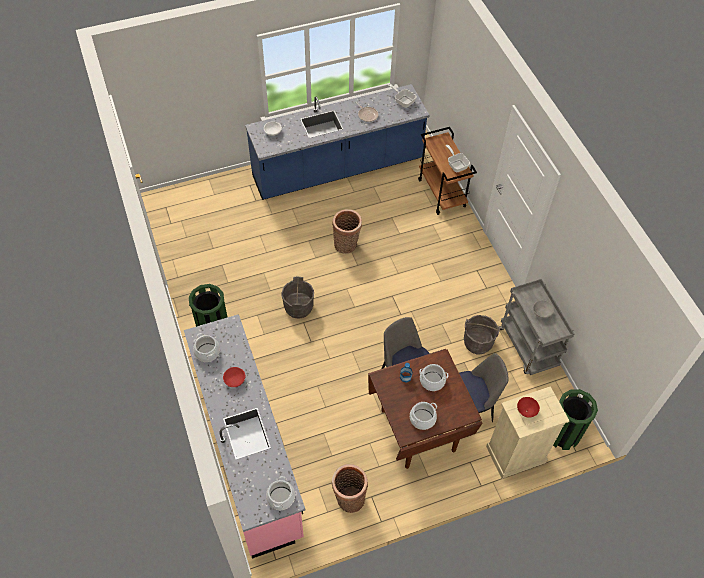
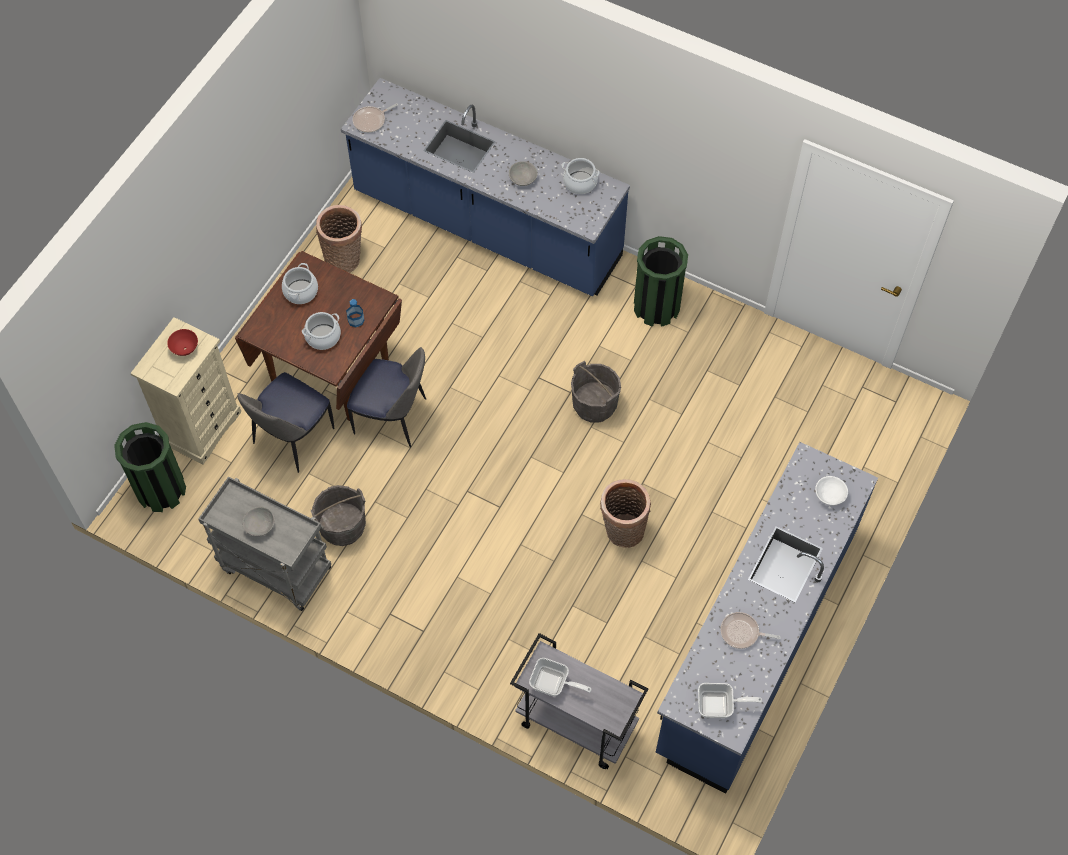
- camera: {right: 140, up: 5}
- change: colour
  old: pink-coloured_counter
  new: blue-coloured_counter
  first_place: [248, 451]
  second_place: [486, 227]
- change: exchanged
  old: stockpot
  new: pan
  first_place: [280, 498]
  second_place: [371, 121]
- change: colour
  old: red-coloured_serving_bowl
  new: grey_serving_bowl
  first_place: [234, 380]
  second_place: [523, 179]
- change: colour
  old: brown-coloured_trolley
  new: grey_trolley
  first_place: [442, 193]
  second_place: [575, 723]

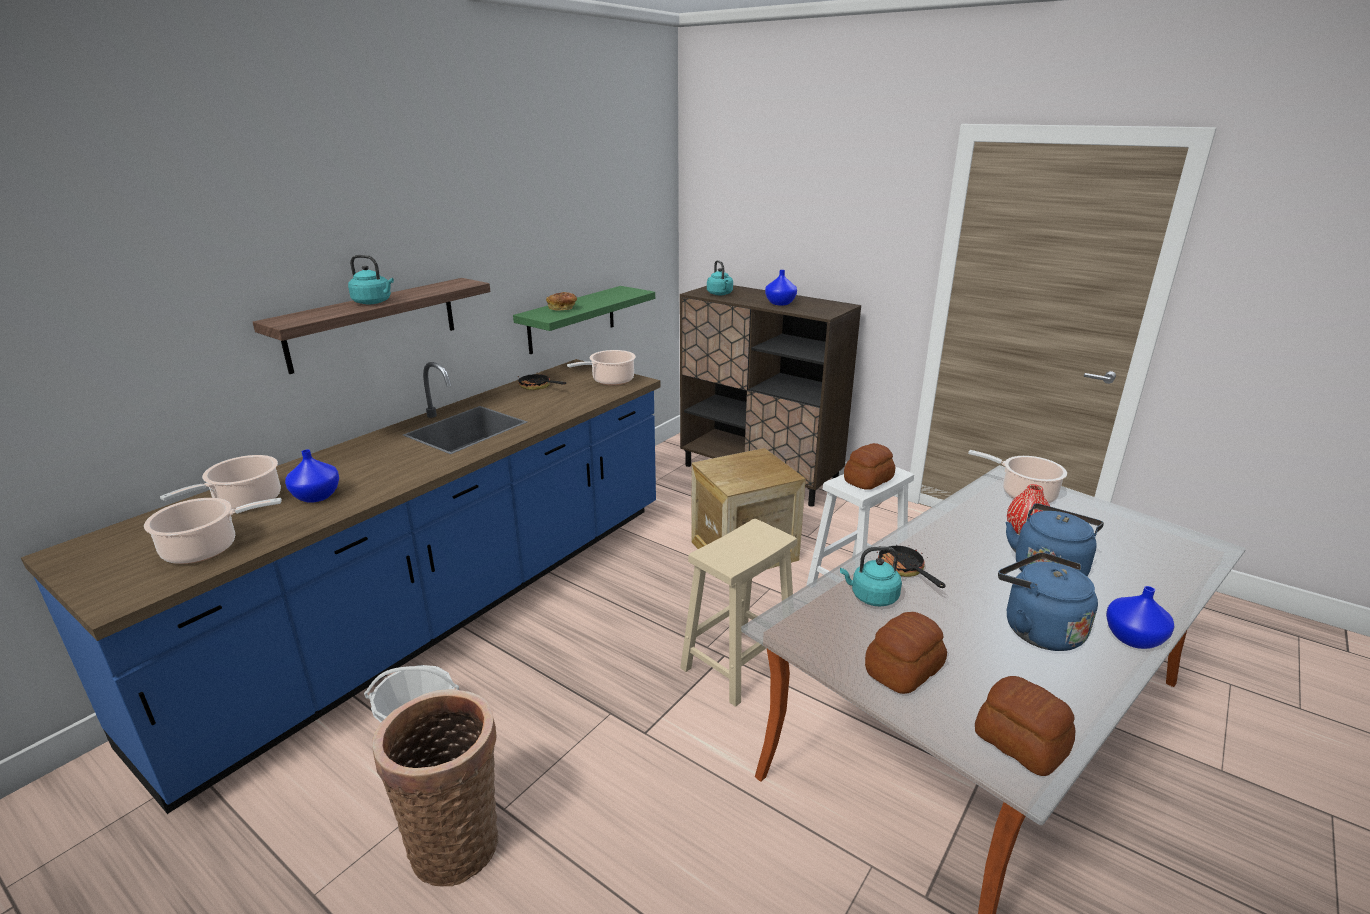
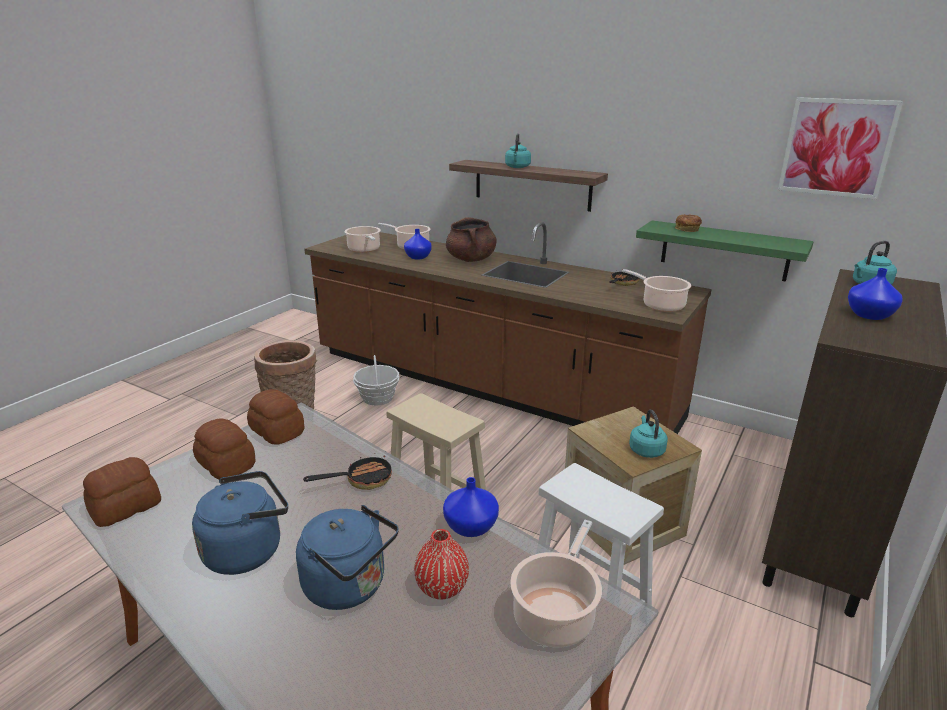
- camera: {right: 85, up: 0}
- change: relocated
  old: bakery_bread
  first_place: [867, 480]
  second_place: [277, 431]
- change: colour
  old: blue-coloured_counter
  new: brown-coloured_counter
  first_place: [445, 608]
  second_place: [488, 385]
- change: relocated
  old: blue-coloured_vase
  first_place: [1133, 639]
  second_place: [469, 526]
- change: appeared
  new: brown-coloured_stockpot
  second_place: [471, 259]
- change: relocated
  old: turquoise_tea_kettle
  first_place: [871, 597]
  second_place: [646, 450]
- change: appeared
  new: picture
  second_place: [836, 147]

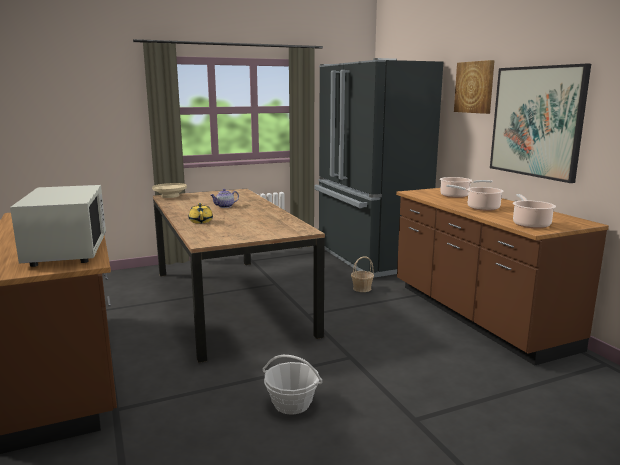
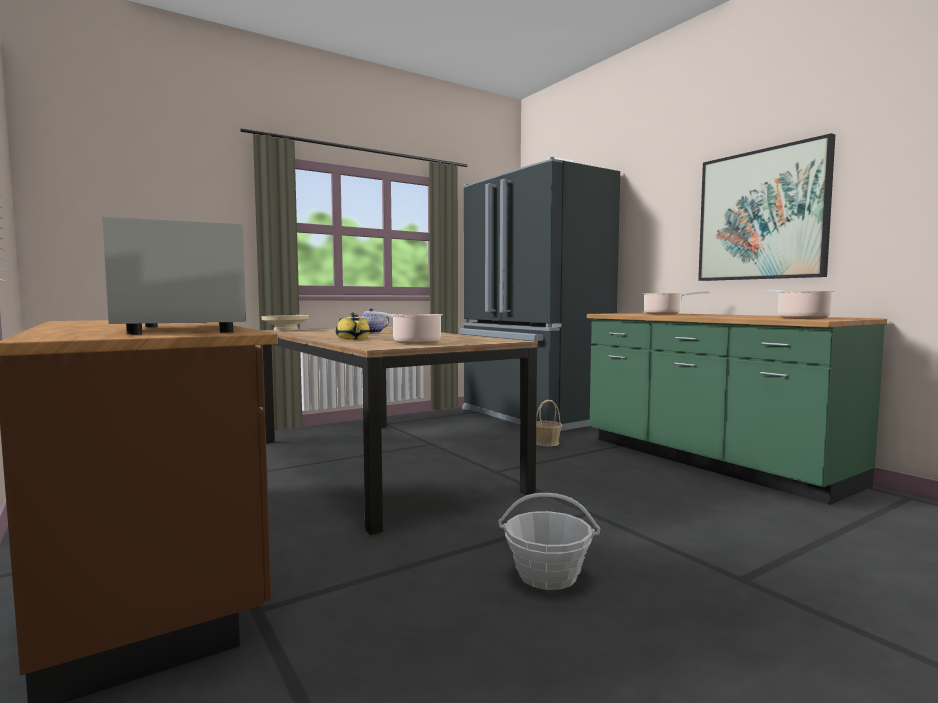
- camera: {right: -10, up: -10}
- change: relocated
  old: stockpot
  first_place: [480, 208]
  second_place: [413, 342]
- change: colour
  old: brown-coloured_counter
  new: green_counter
  first_place: [477, 316]
  second_place: [710, 461]
- change: missing
  old: picture
  first_place: [474, 87]

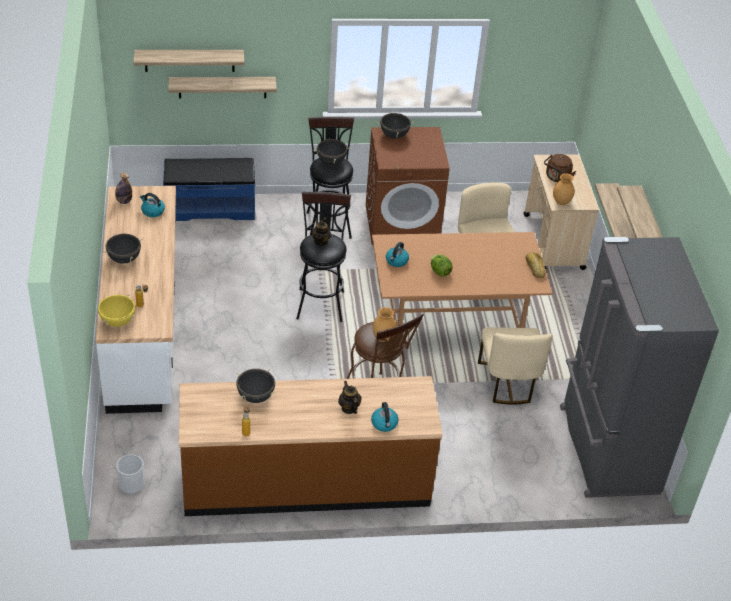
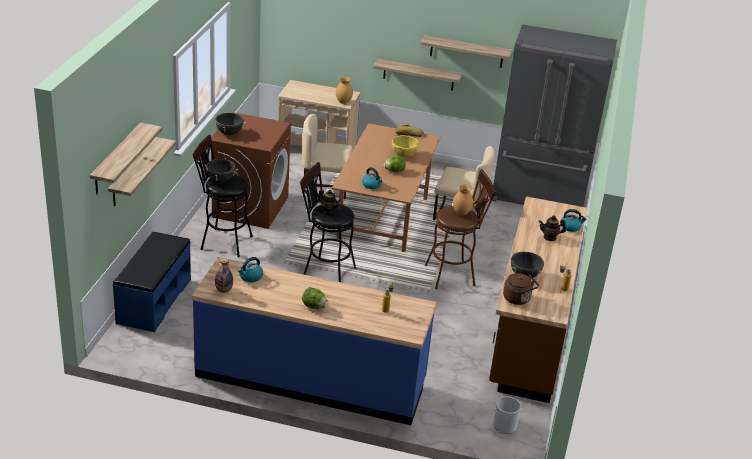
- camera: {right: -70, up: -10}
- change: colour
  old: whitish_counter
  new: blue-coloured_counter
  first_place: [144, 331]
  second_place: [311, 379]
- change: exchanged
  old: black_stockpot
  new: lettuce_head
  first_place: [124, 259]
  second_place: [314, 307]
- change: relocated
  old: yellowish_stockpot
  first_place: [118, 321]
  second_place: [404, 155]
- change: relocated
  old: brown-coloured_tea_kettle
  first_place: [557, 178]
  second_place: [518, 299]

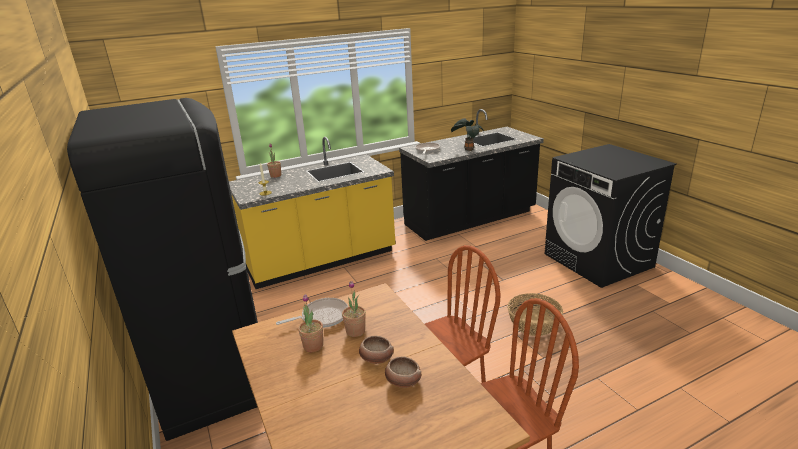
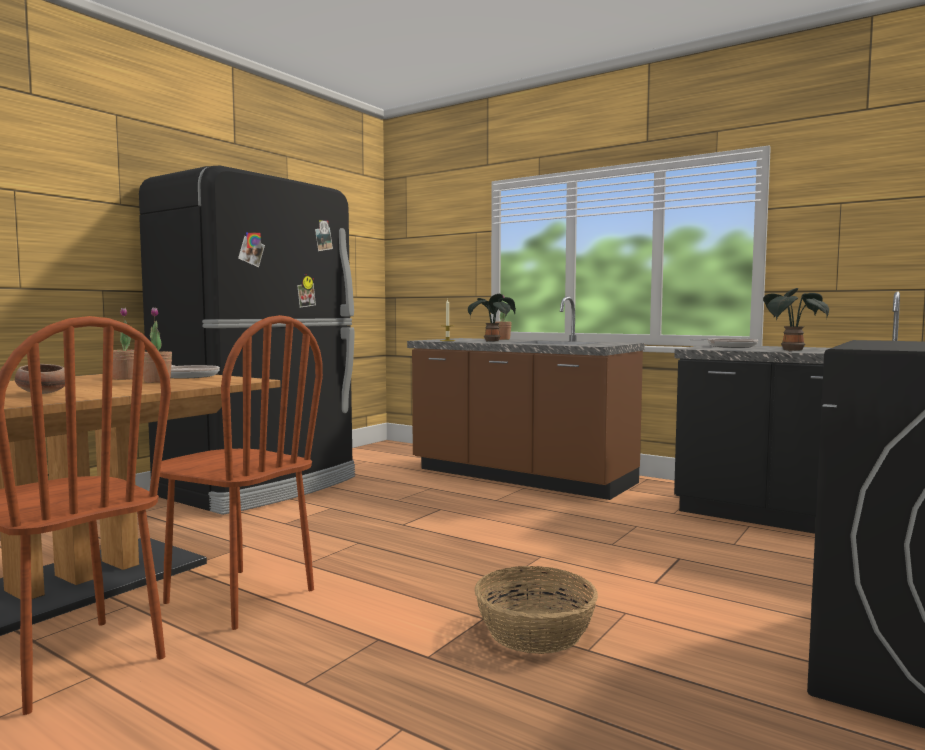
- camera: {right: 60, up: -20}
- change: colour
  old: yellowish_counter
  new: brown-coloured_counter
  first_place: [321, 261]
  second_place: [520, 477]
- change: appeared
  new: potted_plant
  second_place: [492, 341]
- change: missing
  old: serving_bowl
  first_place: [376, 359]

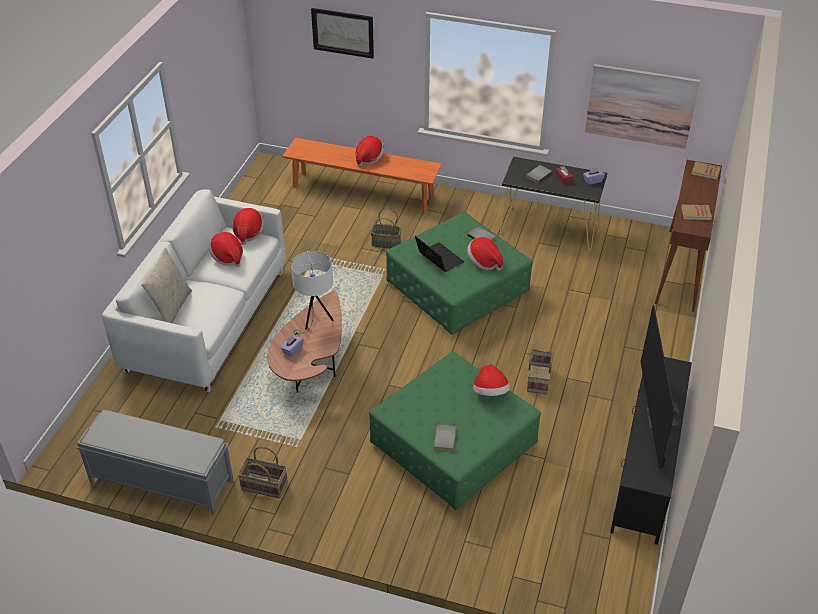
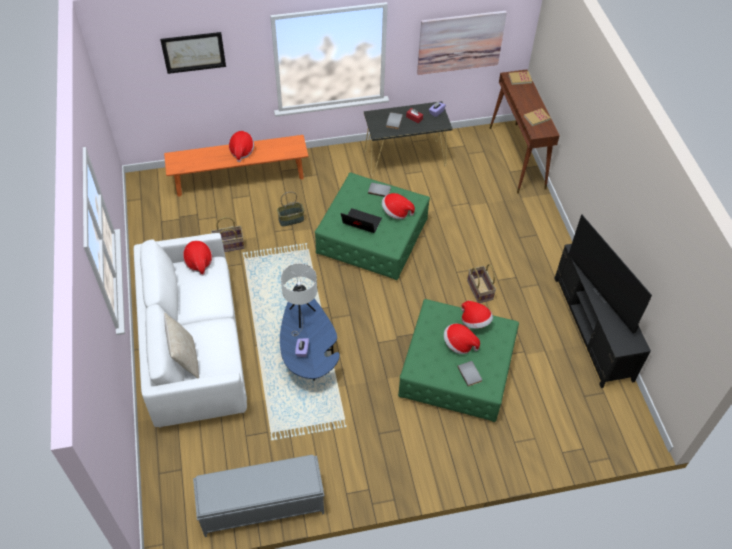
- camera: {right: -30, up: 10}
- change: relocated
  old: basket
  first_place: [263, 486]
  second_place: [228, 245]
- change: colour
  old: brown-coloured_lounge_table
  new: blue-coloured_lounge_table
  first_place: [311, 365]
  second_place: [308, 352]
- change: relocated
  old: wearable_hat
  first_place: [227, 257]
  second_place: [459, 344]

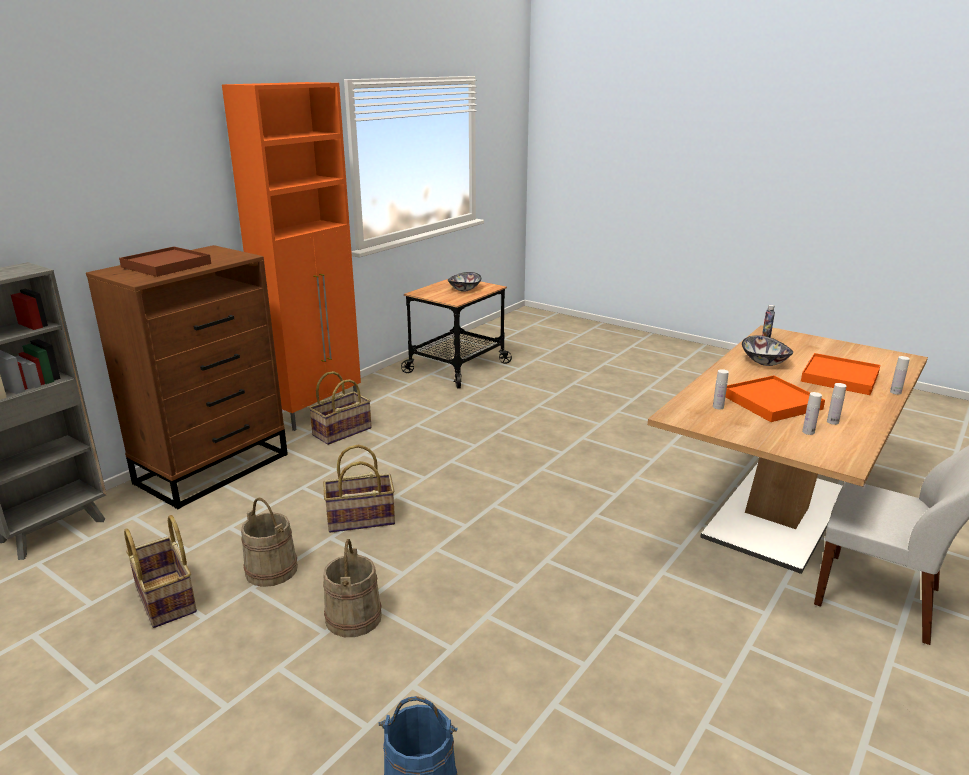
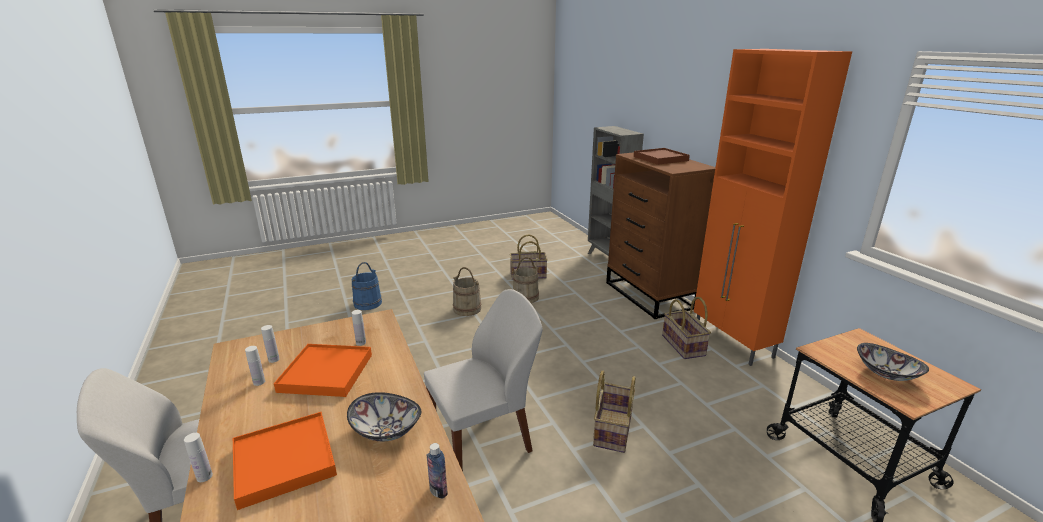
- camera: {right: 120, up: 0}
- change: appeared
  new: whitish_chair
  second_place: [483, 439]
- change: relocated
  old: basket
  first_place: [360, 520]
  second_place: [611, 429]

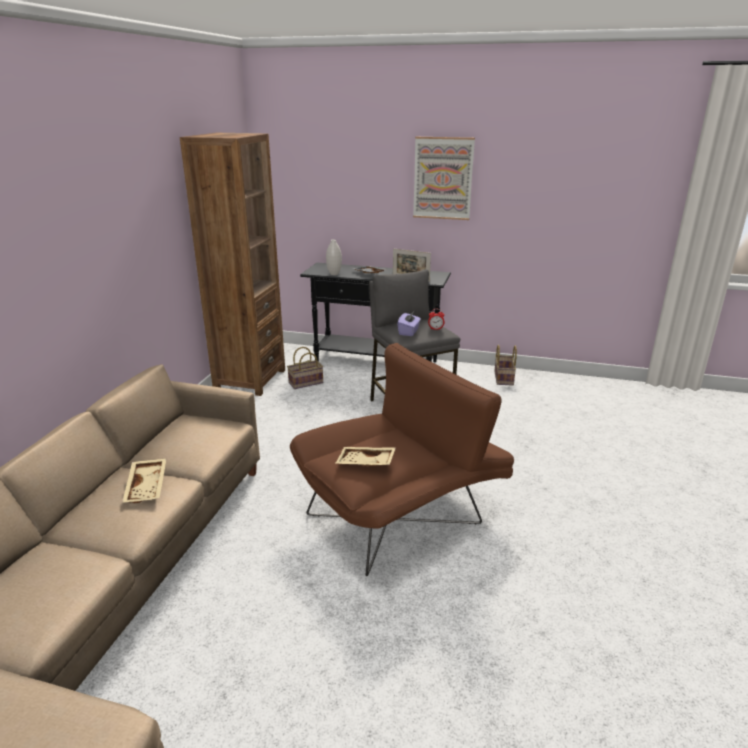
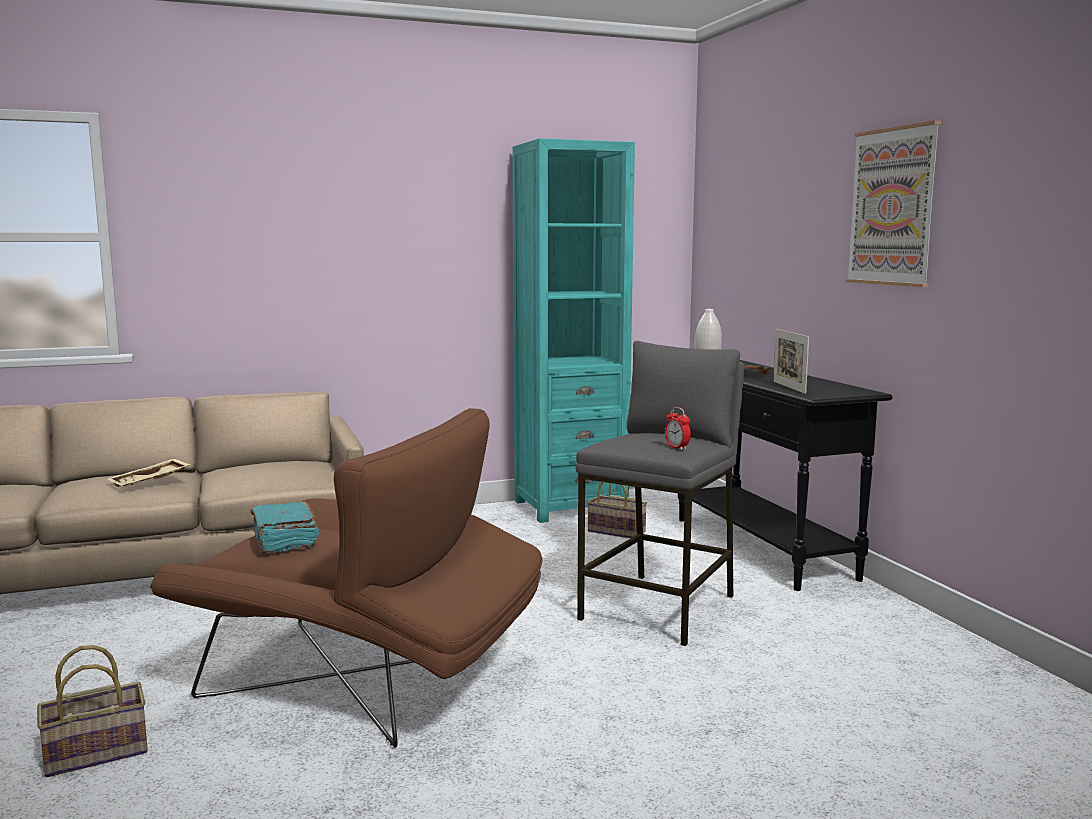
- camera: {right: 55, up: -15}
- change: relocated
  old: basket
  first_place: [503, 378]
  second_place: [99, 751]
- change: exchanged
  old: beige_serving_tray
  new: turquoise_bound_book
  first_place: [365, 463]
  second_place: [284, 541]
- change: colour
  old: brown-coloured_shelving_unit
  new: turquoise_shelving_unit
  first_place: [250, 379]
  second_place: [570, 507]
- change: missing
  old: purple_tissue_holder
  first_place: [409, 332]

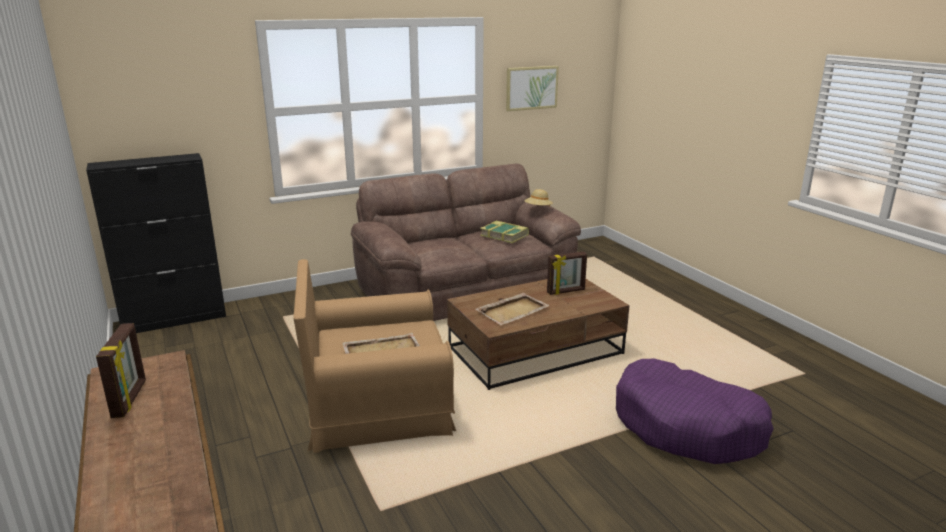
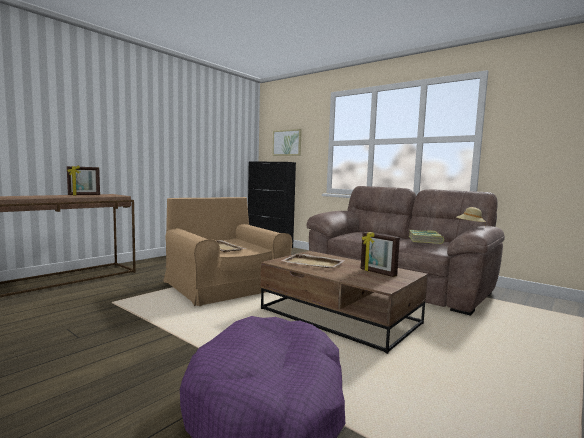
- camera: {right: 65, up: -15}
- change: relocated
  old: picture
  first_place: [531, 88]
  second_place: [287, 142]

